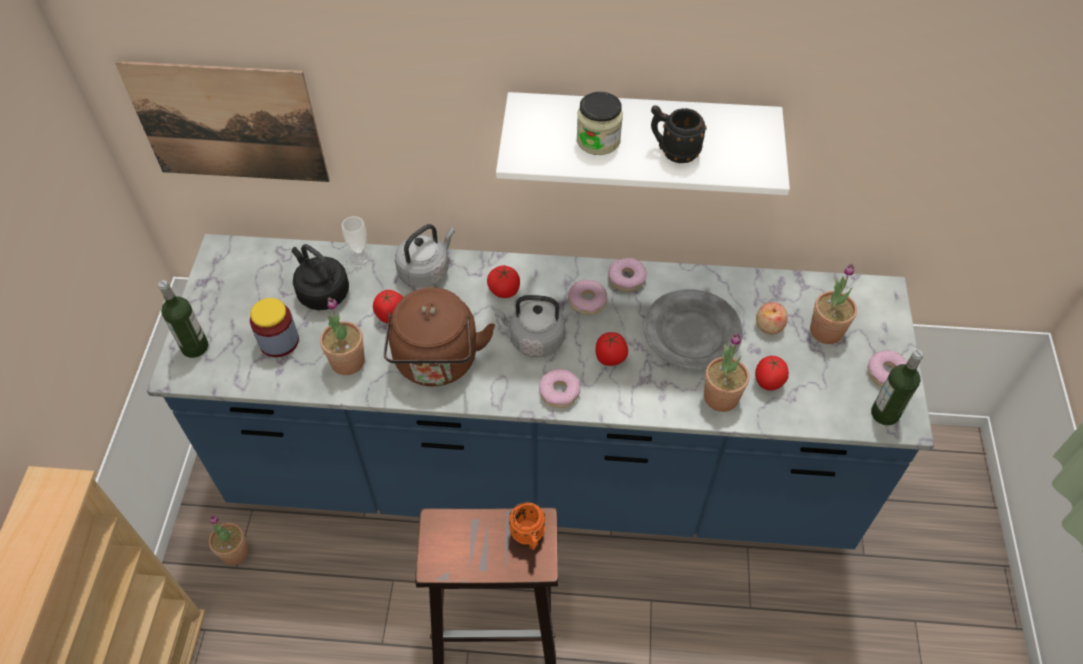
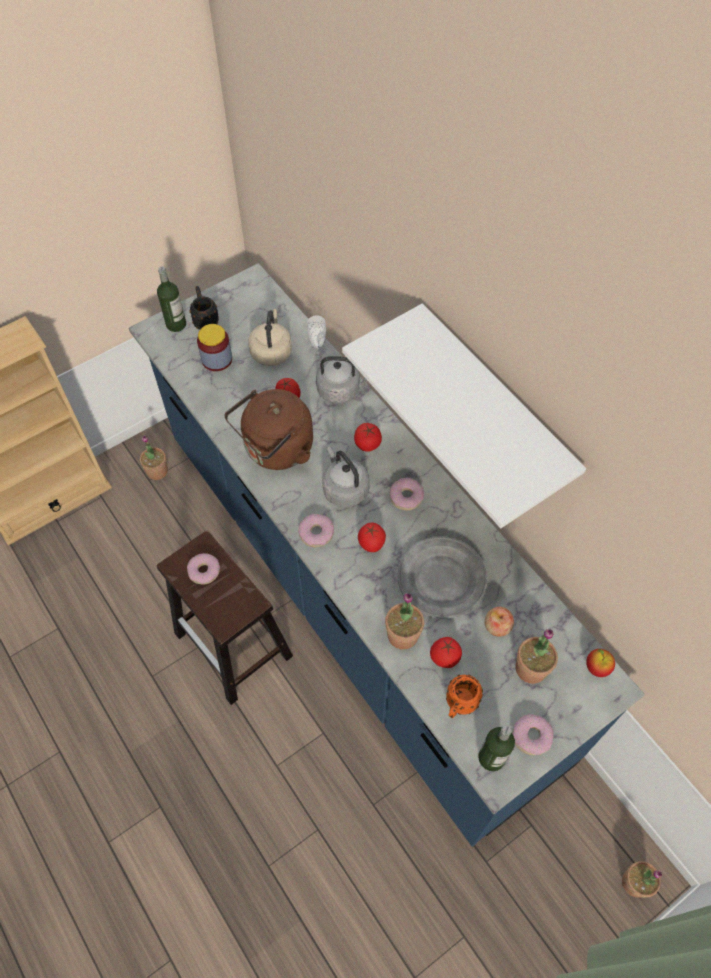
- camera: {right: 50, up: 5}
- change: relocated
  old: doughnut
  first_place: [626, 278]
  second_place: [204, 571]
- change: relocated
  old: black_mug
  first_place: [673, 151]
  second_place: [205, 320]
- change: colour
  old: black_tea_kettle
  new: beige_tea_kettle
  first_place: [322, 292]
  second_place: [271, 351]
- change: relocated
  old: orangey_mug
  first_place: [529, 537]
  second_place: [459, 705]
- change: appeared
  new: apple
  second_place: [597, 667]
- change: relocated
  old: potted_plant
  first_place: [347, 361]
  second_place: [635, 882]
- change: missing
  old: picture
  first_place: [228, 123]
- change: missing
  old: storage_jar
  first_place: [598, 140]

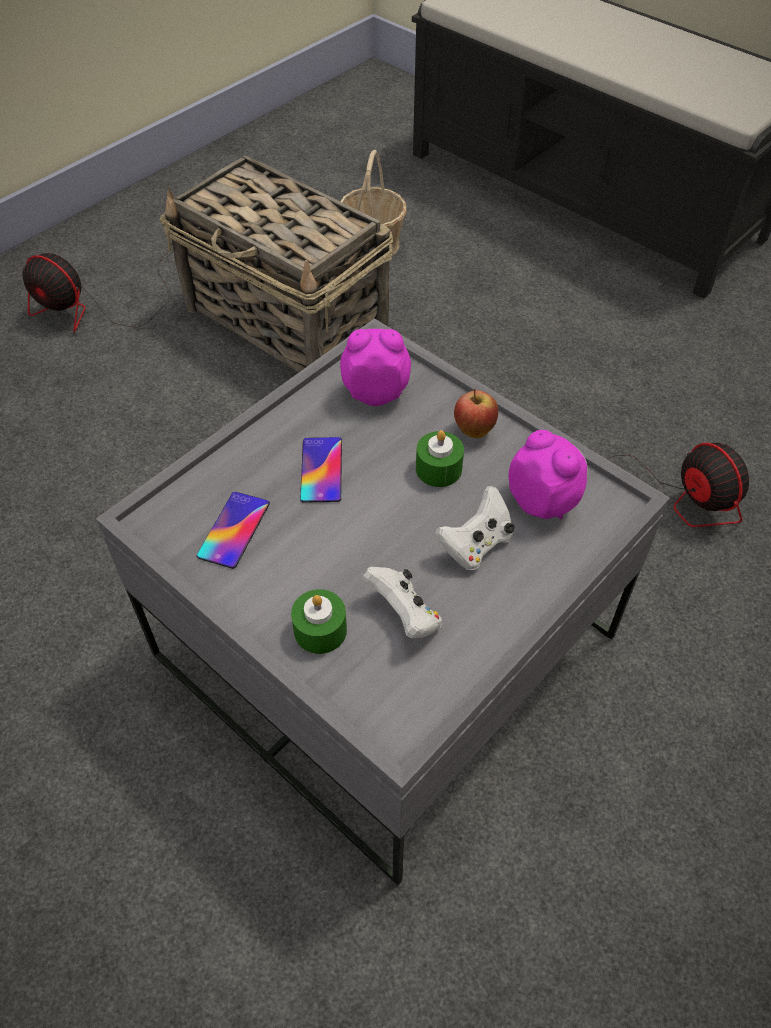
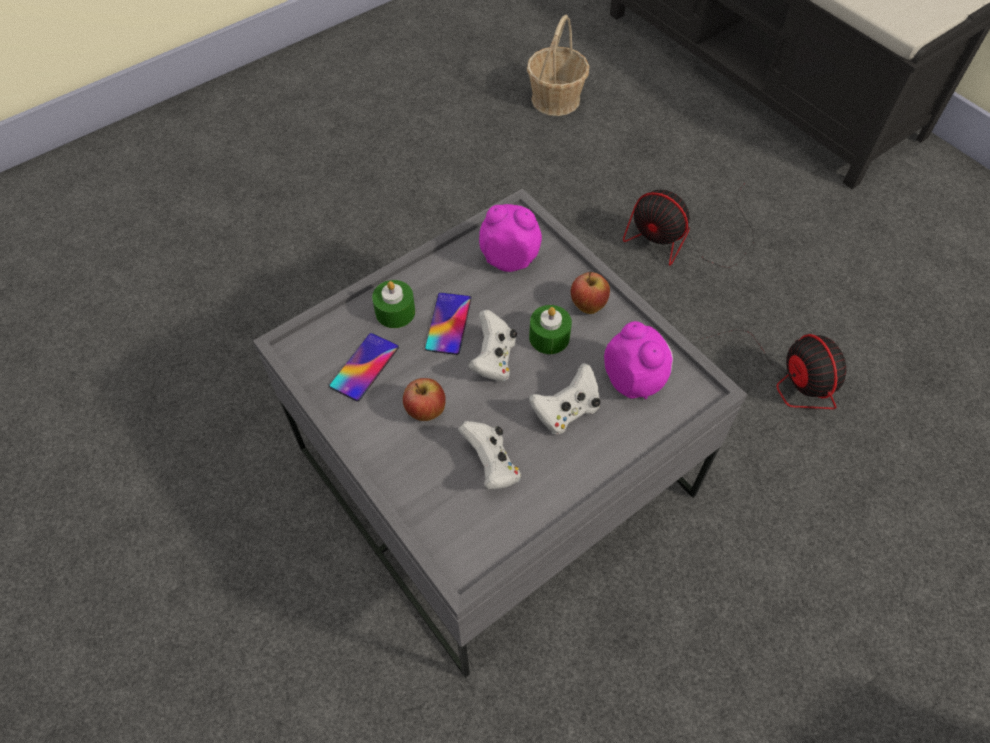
- camera: {right: 10, up: 5}
- change: relocated
  old: green_wax_candle
  first_place: [320, 630]
  second_place: [395, 312]
- change: appeared
  new: apple
  second_place: [426, 412]
- change: appeared
  new: whitish_joypad
  second_place: [493, 359]
- change: relocated
  old: cooling_fan
  first_place: [94, 308]
  second_place: [683, 240]
- change: missing
  old: basket
  first_place: [287, 320]

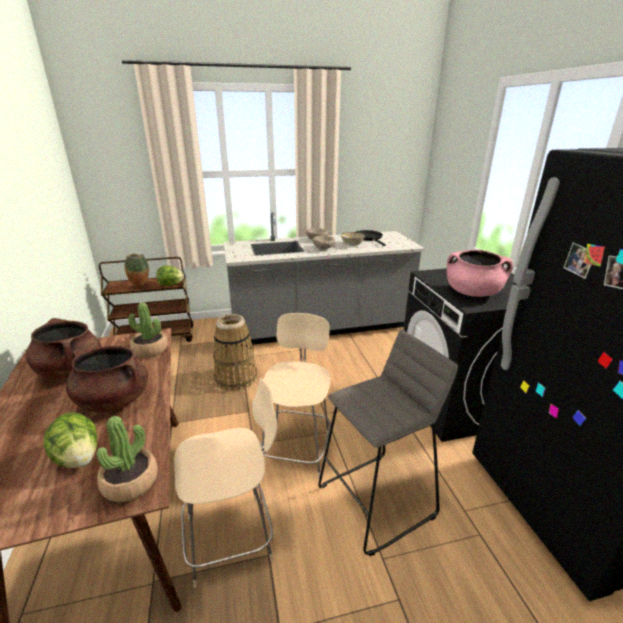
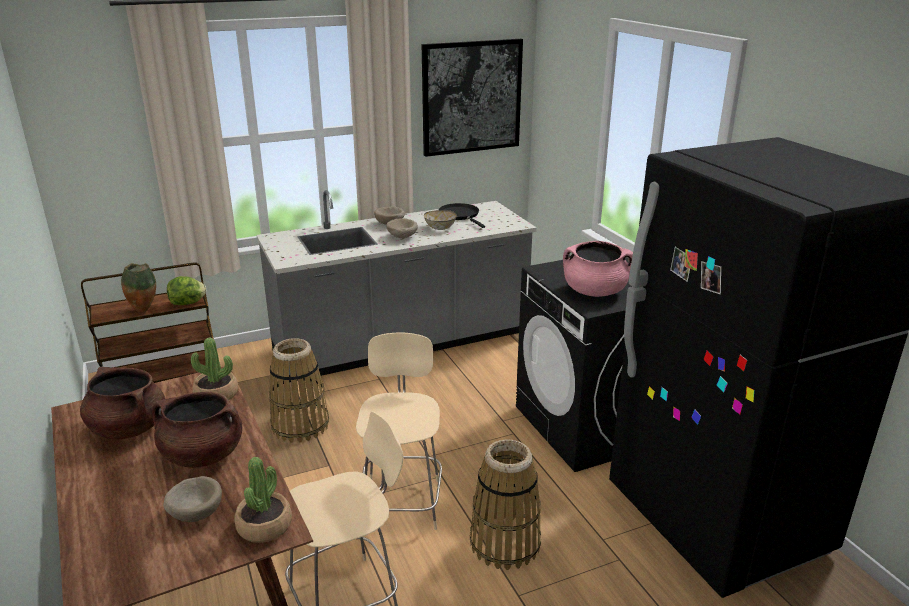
- camera: {right: -10, up: 0}
- change: exchanged
  old: lettuce_head
  new: beige_serving_bowl
  first_place: [78, 457]
  second_place: [196, 512]
- change: appeared
  new: picture
  second_place: [471, 97]
- change: exchanged
  old: grey_stool_seat
  new: basket
  first_place: [376, 501]
  second_place: [505, 543]

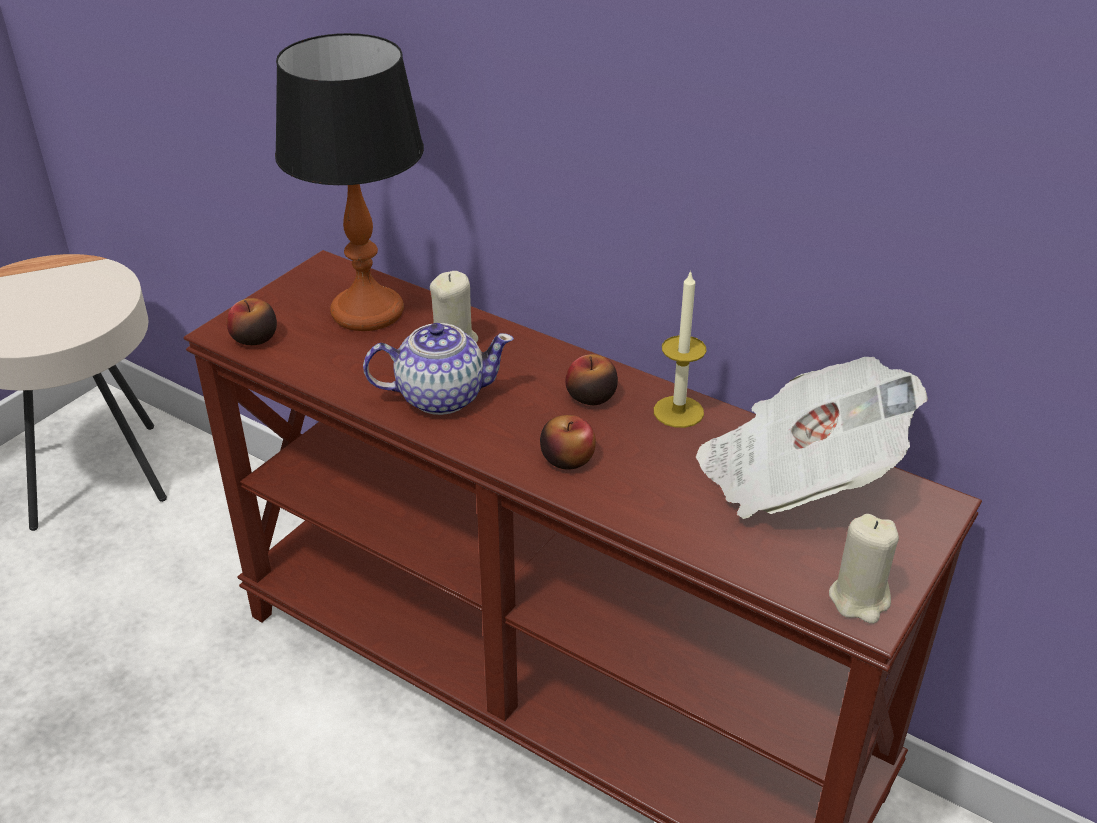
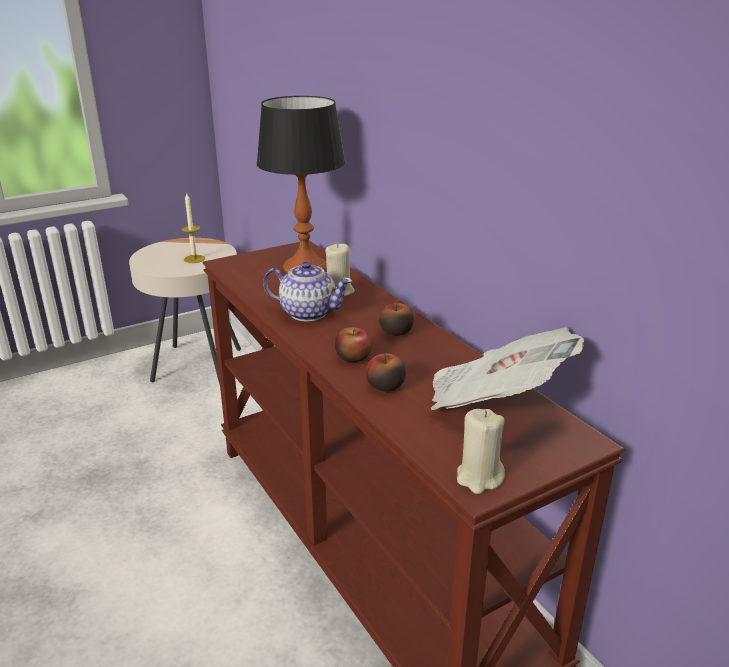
- camera: {right: 25, up: -10}
- change: relocated
  old: wax_candle
  first_place: [678, 412]
  second_place: [194, 259]
- change: relocated
  old: apple
  first_place: [254, 338]
  second_place: [385, 386]

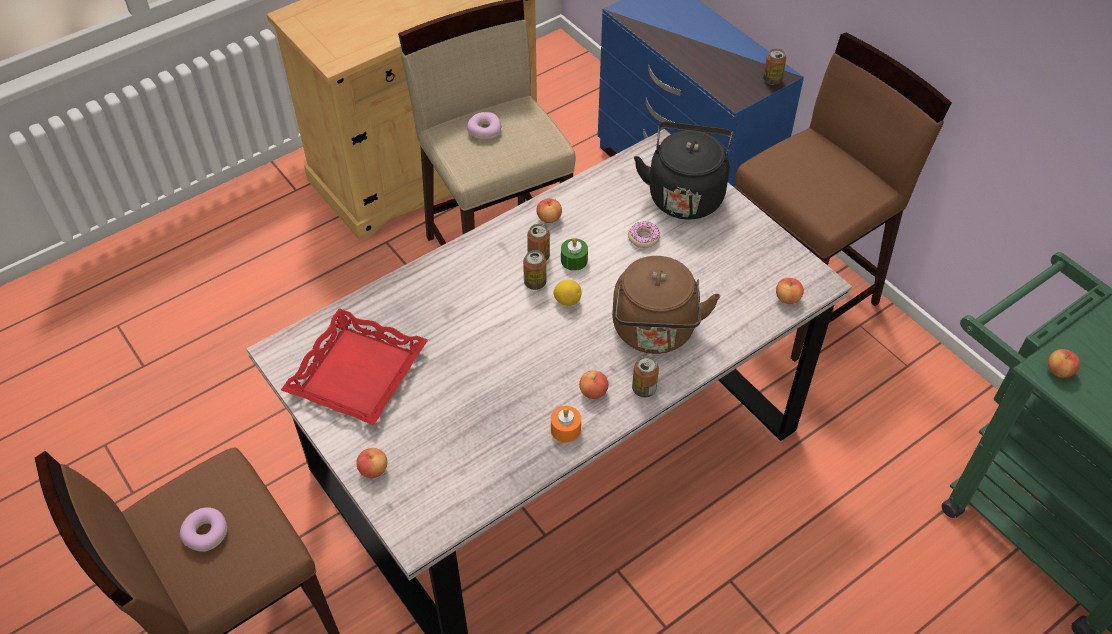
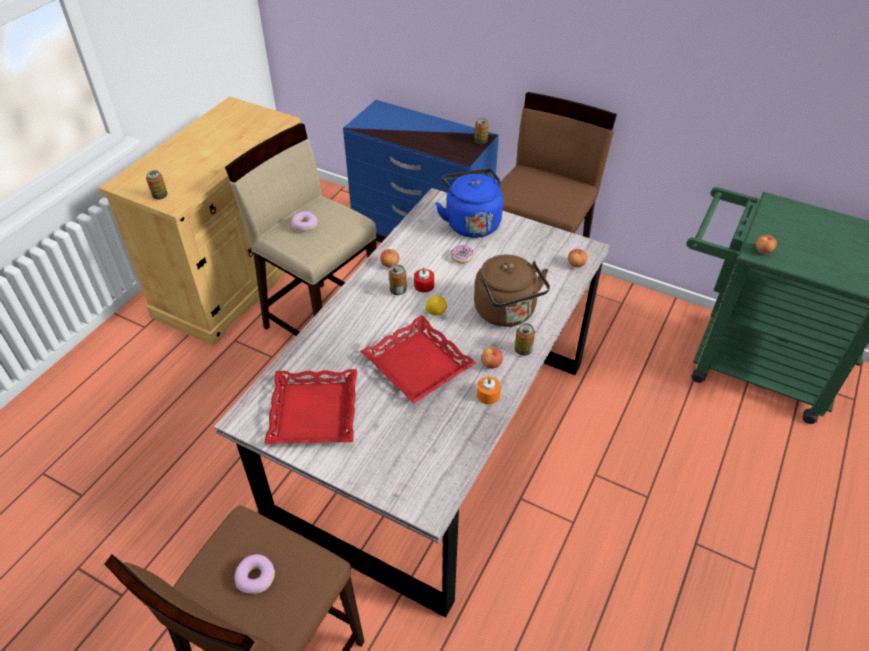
- camera: {right: -25, up: -5}
- change: relocated
  old: can
  first_place: [535, 283]
  second_place: [160, 196]
- change: appeared
  new: red-coloured_serving_tray
  second_place: [418, 364]
- change: colour
  old: green_wax_candle
  new: red-coloured_wax_candle
  first_place: [574, 260]
  second_place: [424, 285]
- change: colour
  old: black_tea_kettle
  new: blue-coloured_tea_kettle
  first_place: [685, 194]
  second_place: [471, 222]
- change: missing
  old: apple
  first_place: [373, 470]

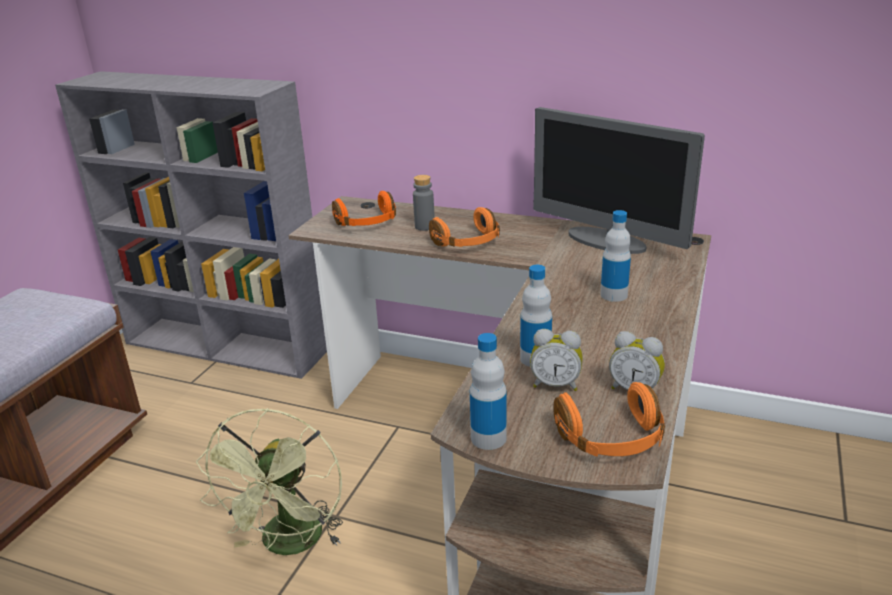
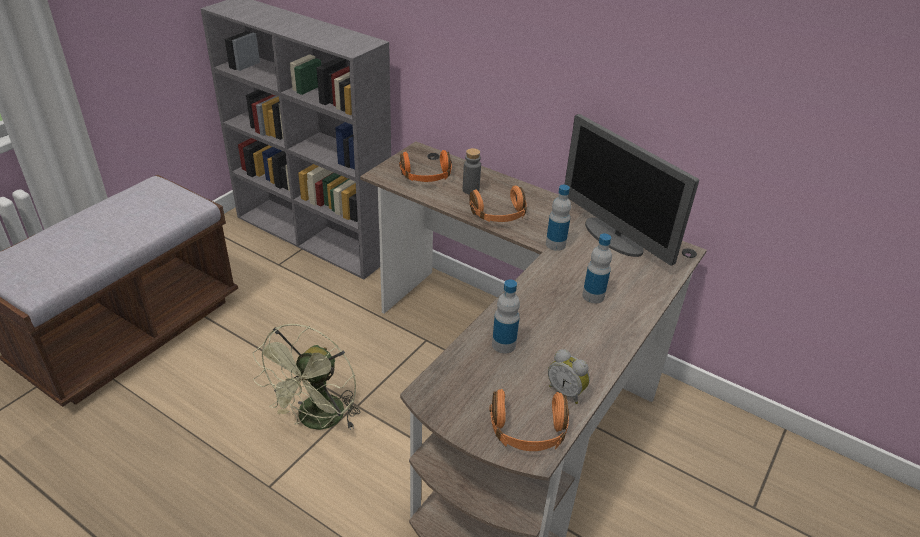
- camera: {right: 10, up: 10}
- change: relocated
  old: beverage_bottle
  first_place: [488, 438]
  second_place: [555, 244]
- change: missing
  old: table_clock
  first_place: [555, 384]

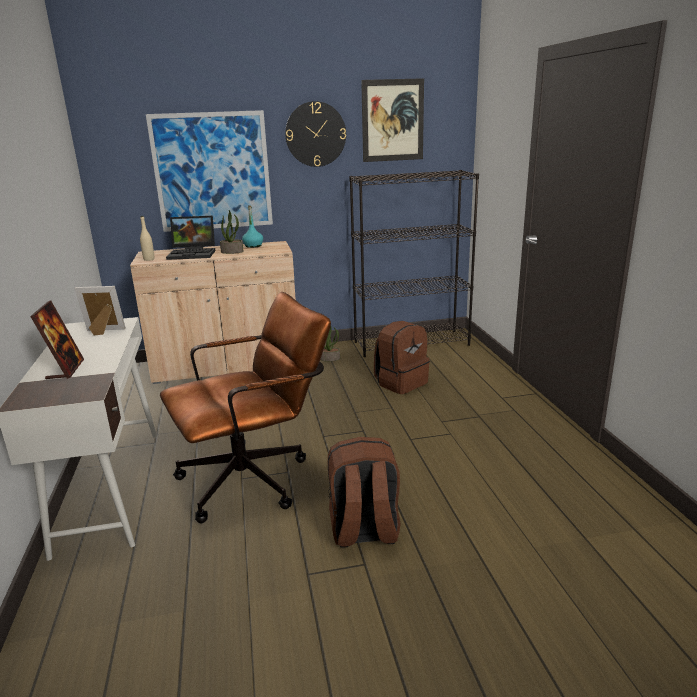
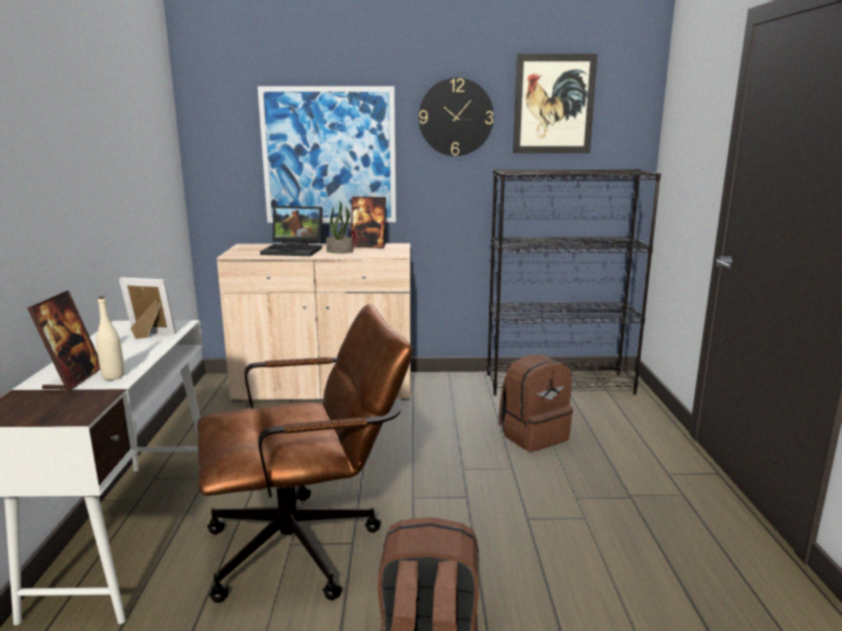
- camera: {right: 10, up: -5}
- change: relocated
  old: beige_beverage_bottle
  first_place: [149, 259]
  second_place: [113, 376]
- change: exchanged
  old: turquoise_beverage_bottle
  new: standing_frame
  first_place: [253, 246]
  second_place: [368, 246]
- change: missing
  old: potted_plant
  first_place: [330, 358]

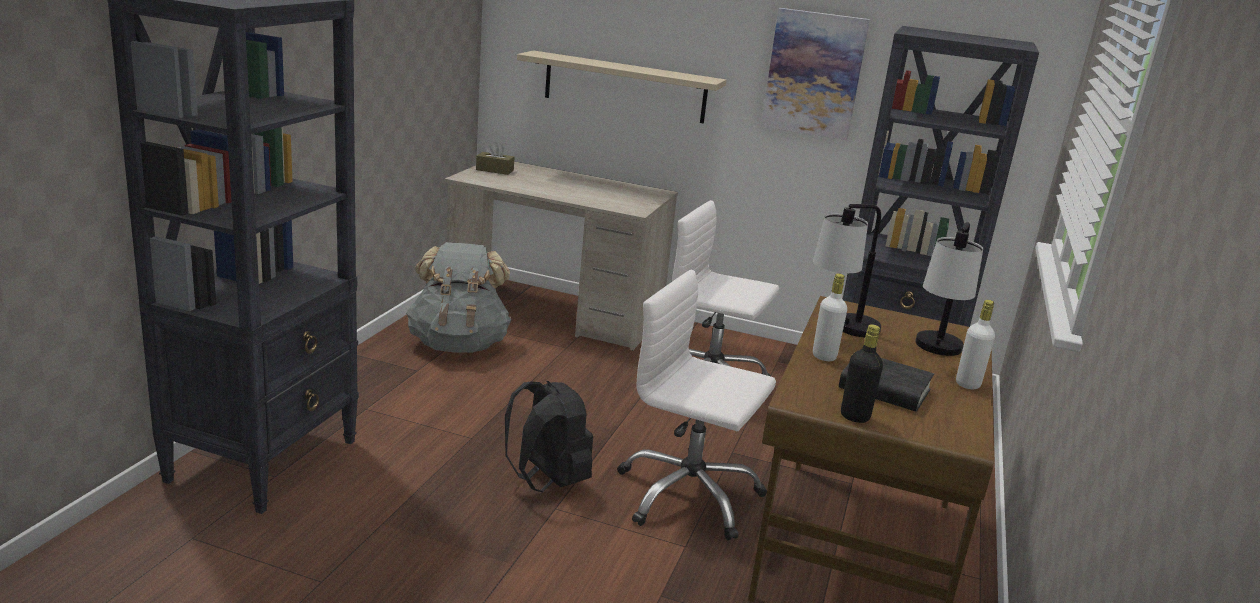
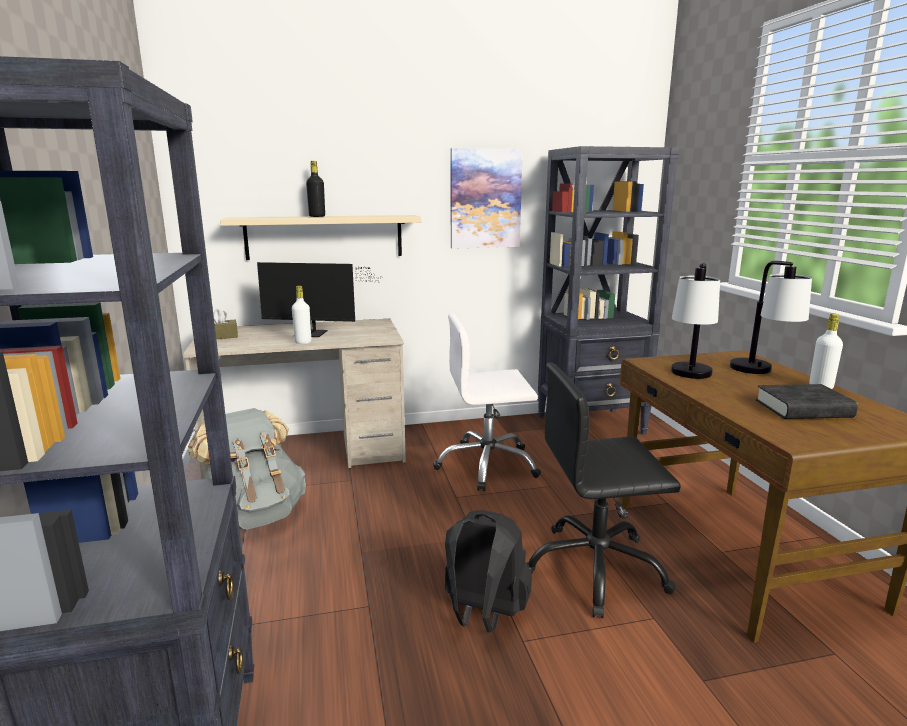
- camera: {right: -30, up: -5}
- change: appeared
  new: computer_display
  second_place: [315, 334]
- change: relocated
  old: whitish_beverage_bottle
  first_place: [824, 356]
  second_place: [303, 342]
- change: relocated
  old: black_beverage_bottle
  first_place: [854, 416]
  second_place: [317, 216]
- change: colour
  old: whitish_office_chair
  new: black_office_chair
  first_place: [688, 496]
  second_place: [595, 569]

